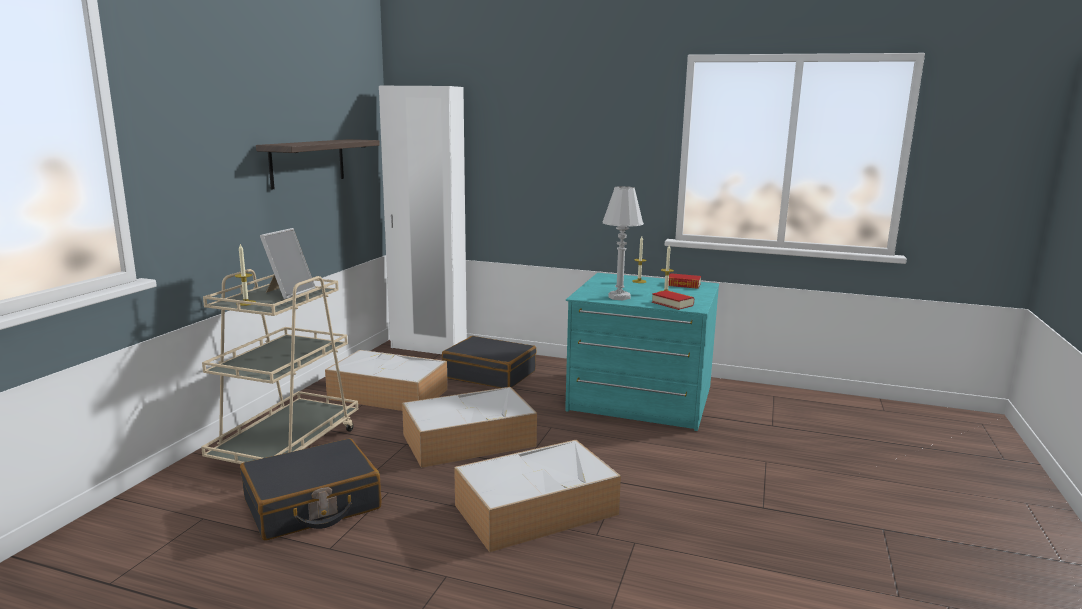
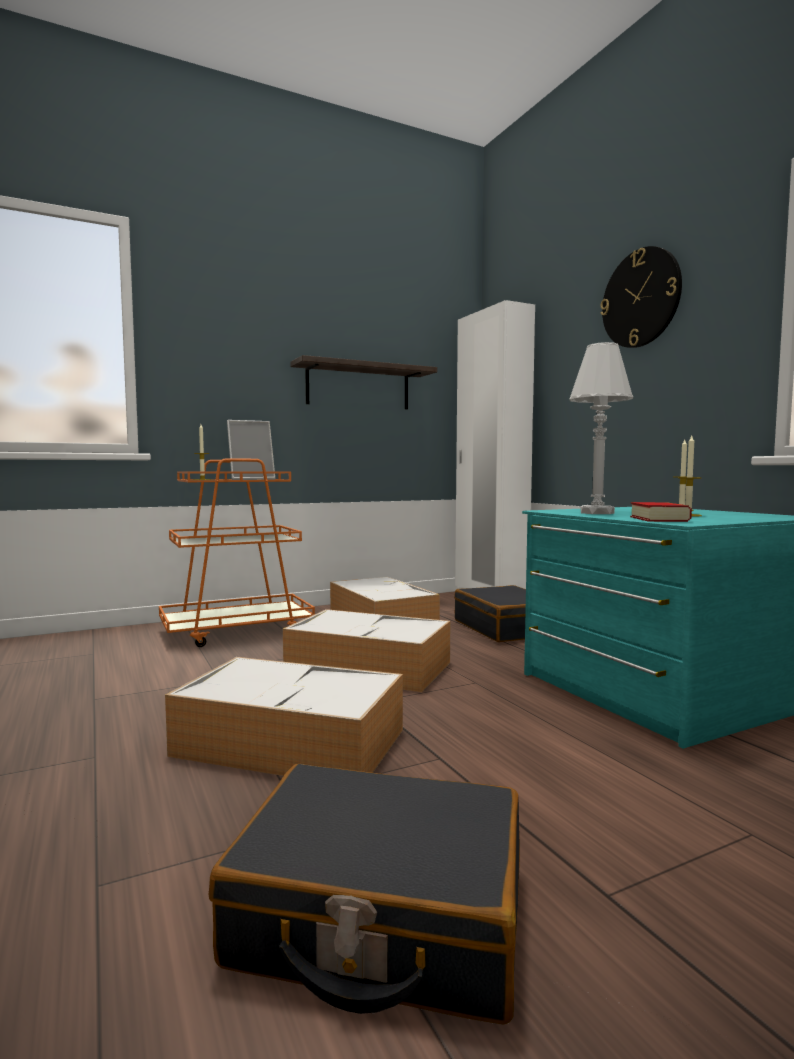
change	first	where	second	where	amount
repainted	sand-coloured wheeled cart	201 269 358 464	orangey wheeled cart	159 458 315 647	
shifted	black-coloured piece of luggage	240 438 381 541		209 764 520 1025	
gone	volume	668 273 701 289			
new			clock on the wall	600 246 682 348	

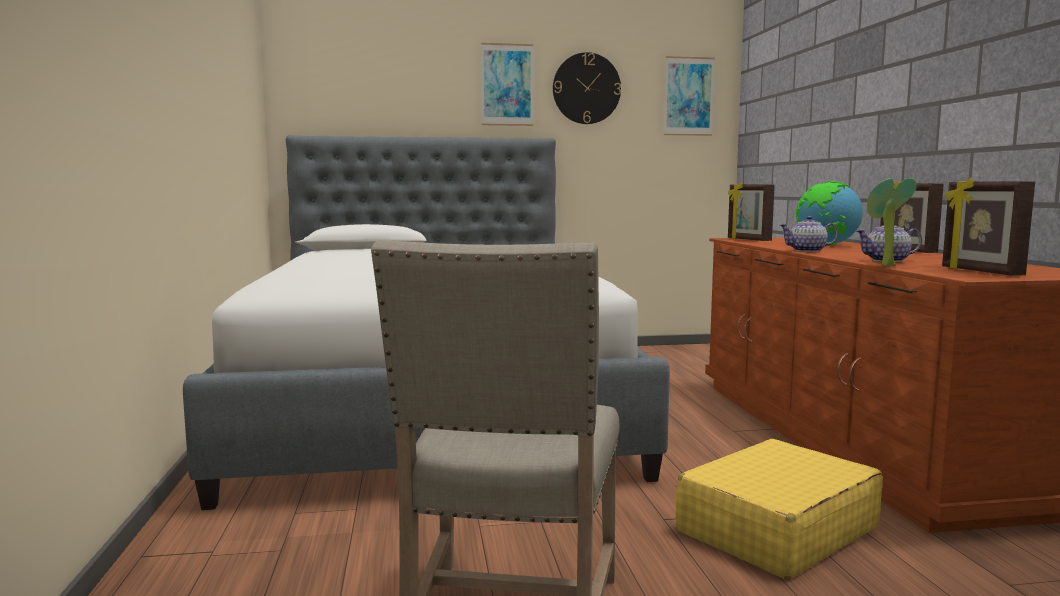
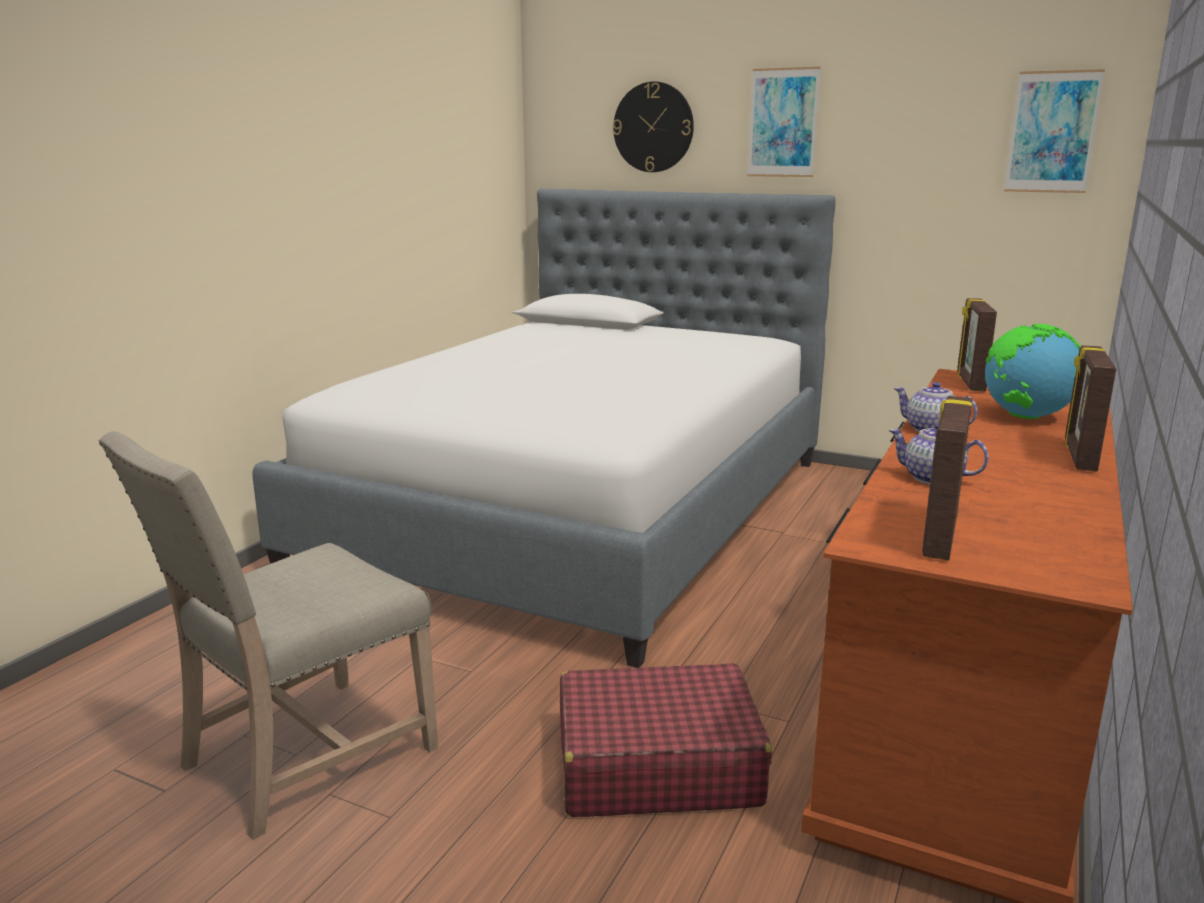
change	first	where	second	where	amount
shifted	clock on the wall	553 52 621 124		613 82 694 172	
repainted	yellowish piece of luggage	675 439 883 580	reddish piece of luggage	560 663 772 817	
gone	potted plant	867 178 917 266			

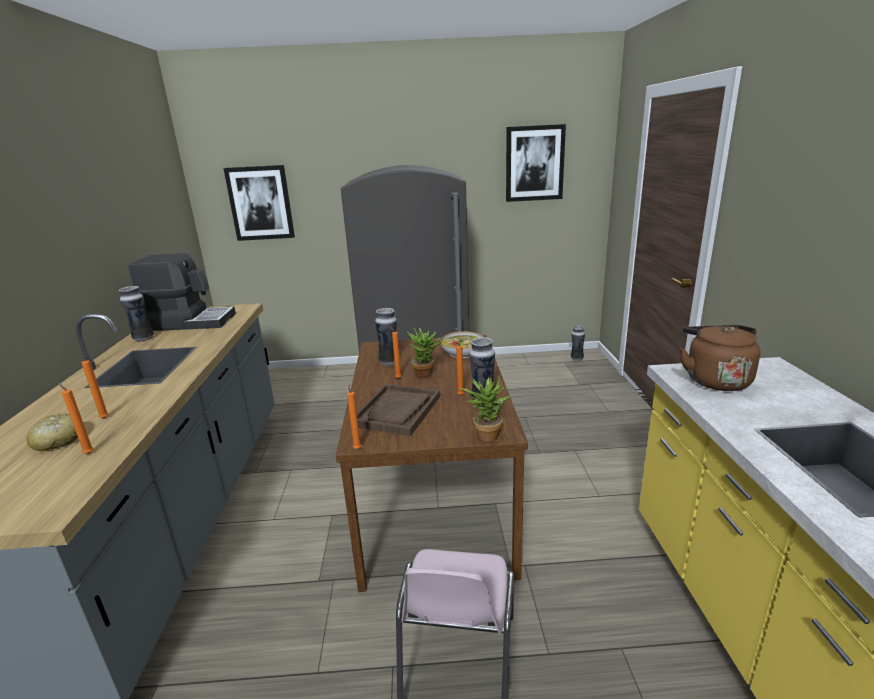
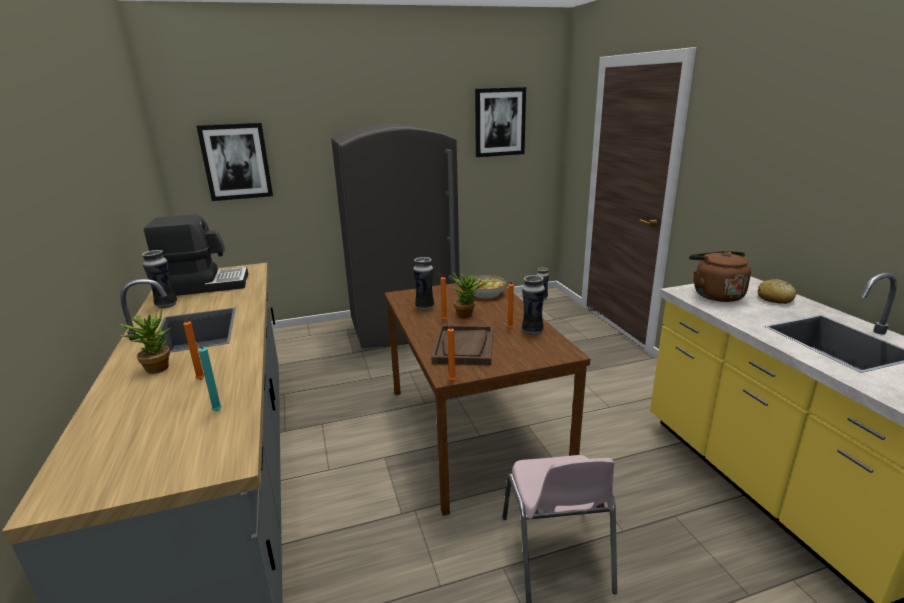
change	first	where	second	where	amount
shifted	bread	27 414 78 451		758 279 796 304	
repainted	orangey wax light	58 382 94 454	turquoise-coloured wax light	193 341 222 411	
shifted	potted plant	460 374 510 441		119 308 171 374	

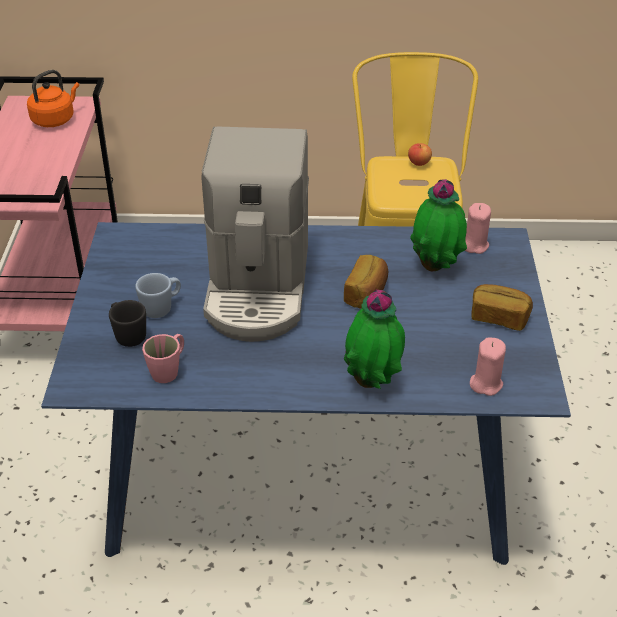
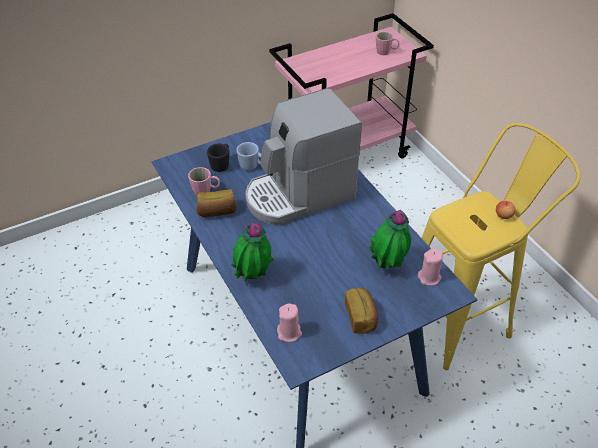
change	first	where	second	where	amount
swapped	orangey water kettle	27 70 79 127	pinkish tea mug	376 32 399 55	
shifted	bread	344 255 388 308		196 189 237 217	

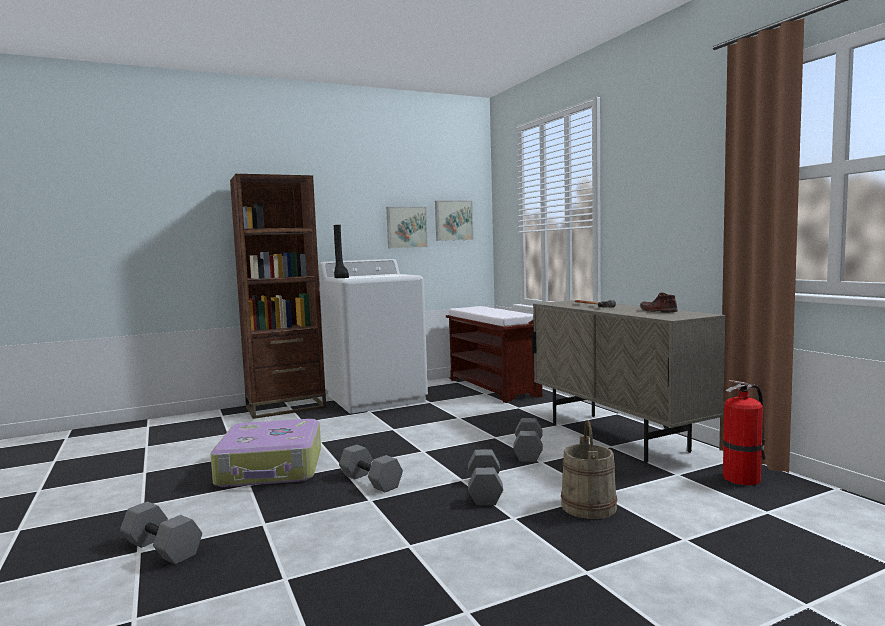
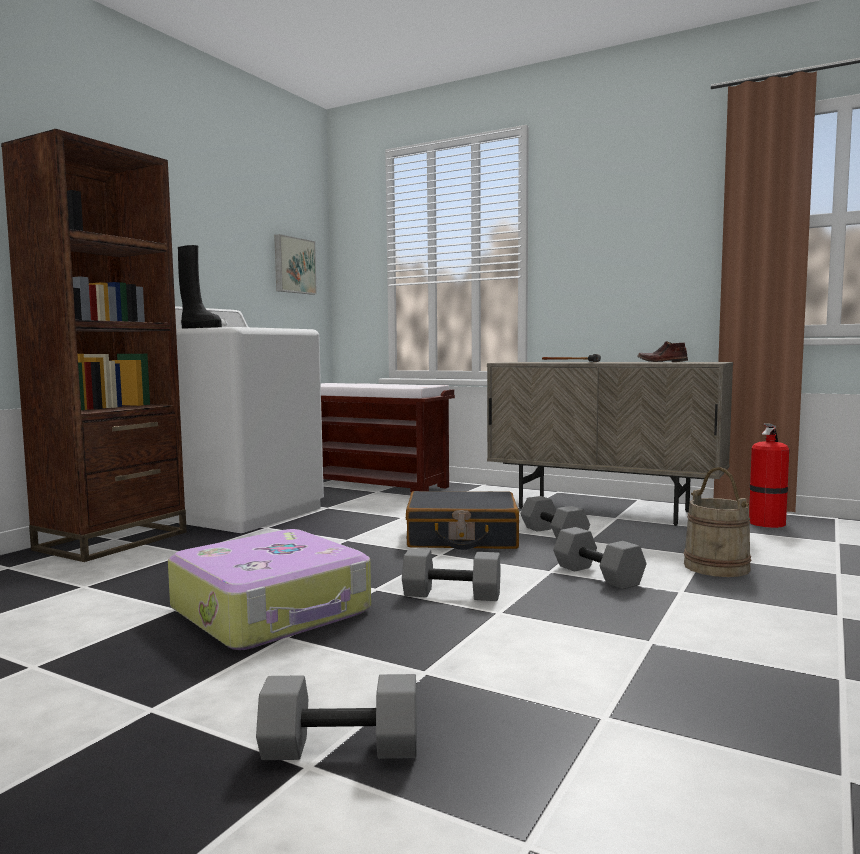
change	first	where	second	where	amount
gone	wall art	386 207 428 248			
new			black-coloured piece of luggage	406 491 519 550	

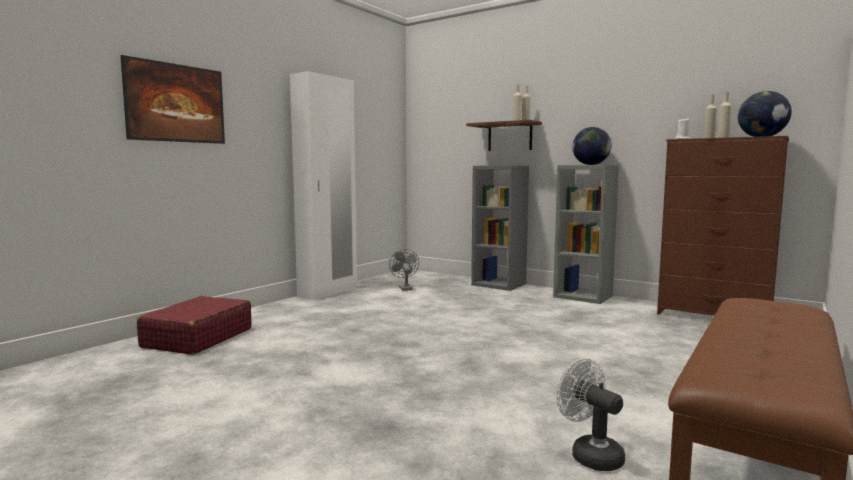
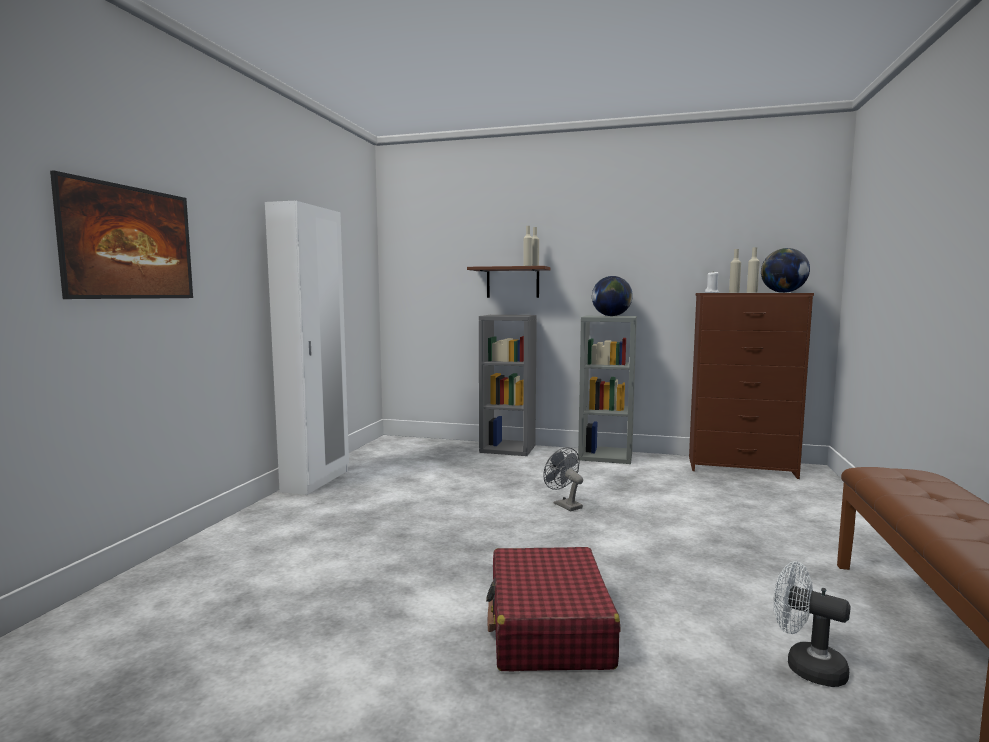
change	first	where	second	where	amount
shifted	reddish piece of luggage	137 296 252 355		486 547 620 671	
shifted	greyish cooling fan	389 249 419 291		544 447 583 511	

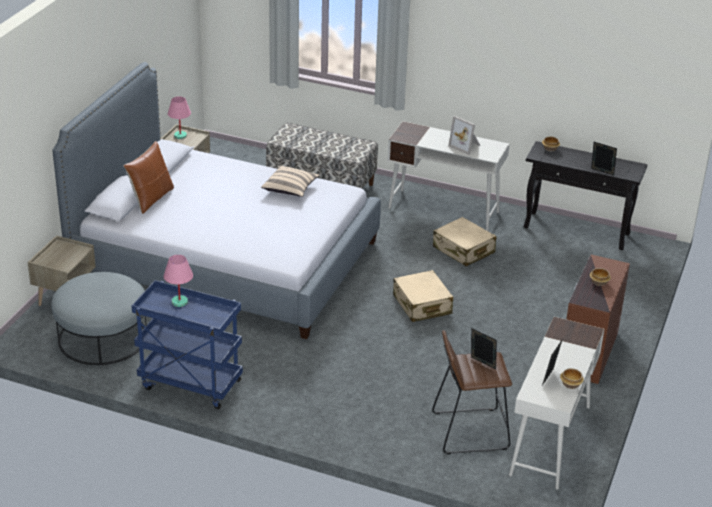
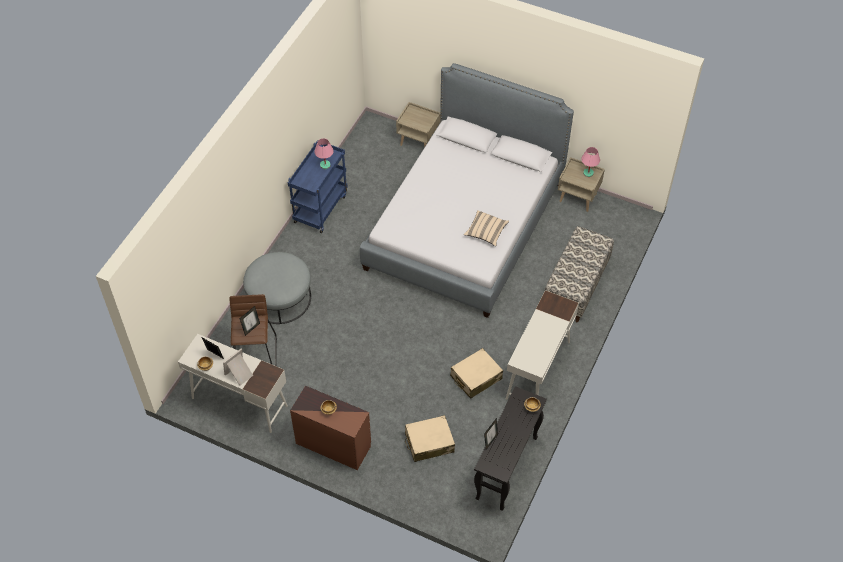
change	first	where	second	where	amount
shifted	greyish footrest	51 272 146 365		243 252 311 324	
gone	brownish throw pillow	124 141 174 214			
shifted	sand-coloured piece of luggage	393 270 453 322		405 415 455 462	
shifted	standing frame	448 116 481 155		223 349 253 386	

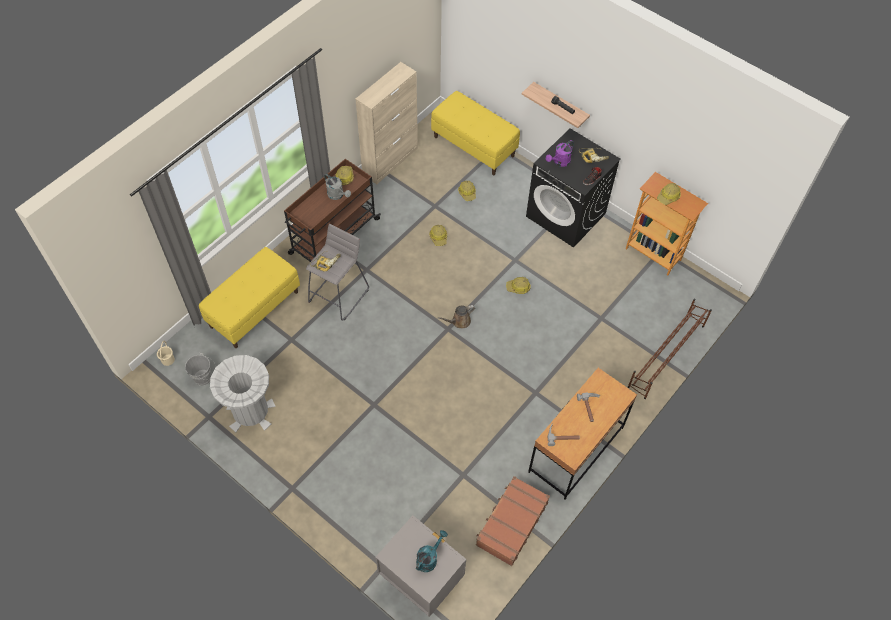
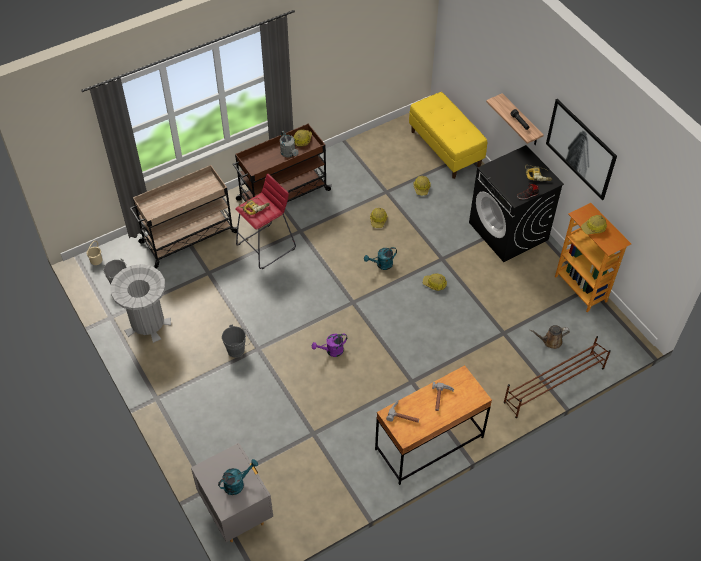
change	first	where	second	where	amount
swapped	yellowish indoor bench	199 247 300 348	sand-coloured wheeled cart	130 165 237 268	
repainted	greyish stool seat	306 224 369 321	reddish stool seat	235 174 296 269	
gone	sand-coloured cupboard	355 62 418 184			
shifted	brownish sprinkling can	437 305 475 328		530 325 570 349	
gone	brownish piece of luggage	476 476 550 566			
shifted	purple sprinkling can	546 140 574 167		312 333 347 357	
new			greyish pail	222 324 251 358	
new			turquoise-coloured sprinkling can	364 247 397 270	
new			wall art	546 99 617 200	

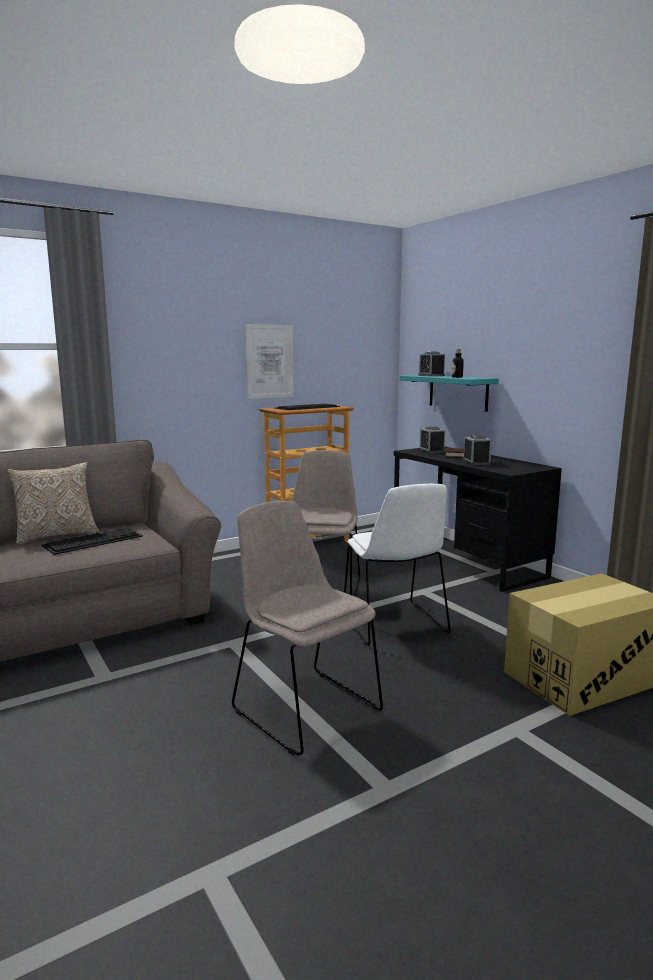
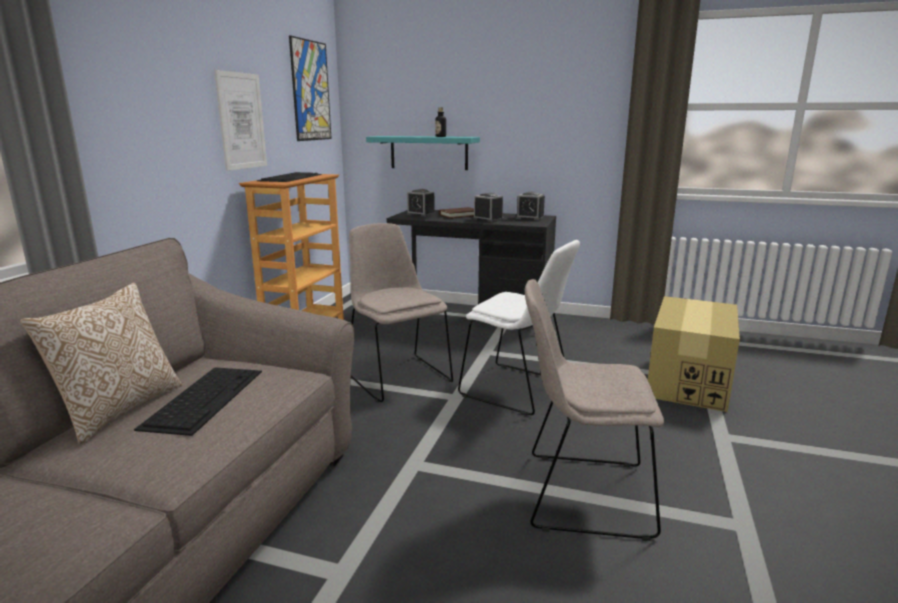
change	first	where	second	where	amount
shifted	alarm clock	418 352 445 376		515 192 545 221	
new			wall art	289 35 332 141	

